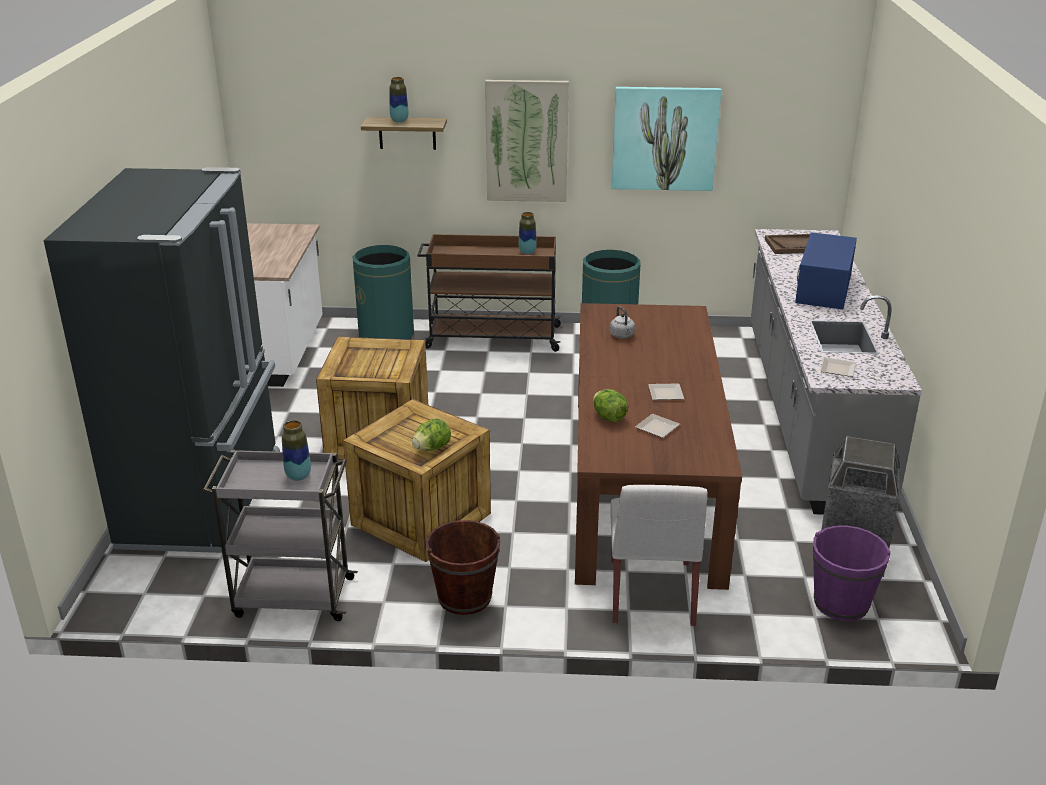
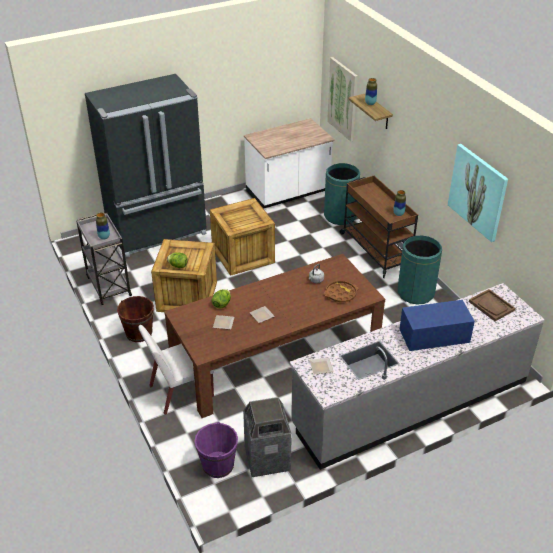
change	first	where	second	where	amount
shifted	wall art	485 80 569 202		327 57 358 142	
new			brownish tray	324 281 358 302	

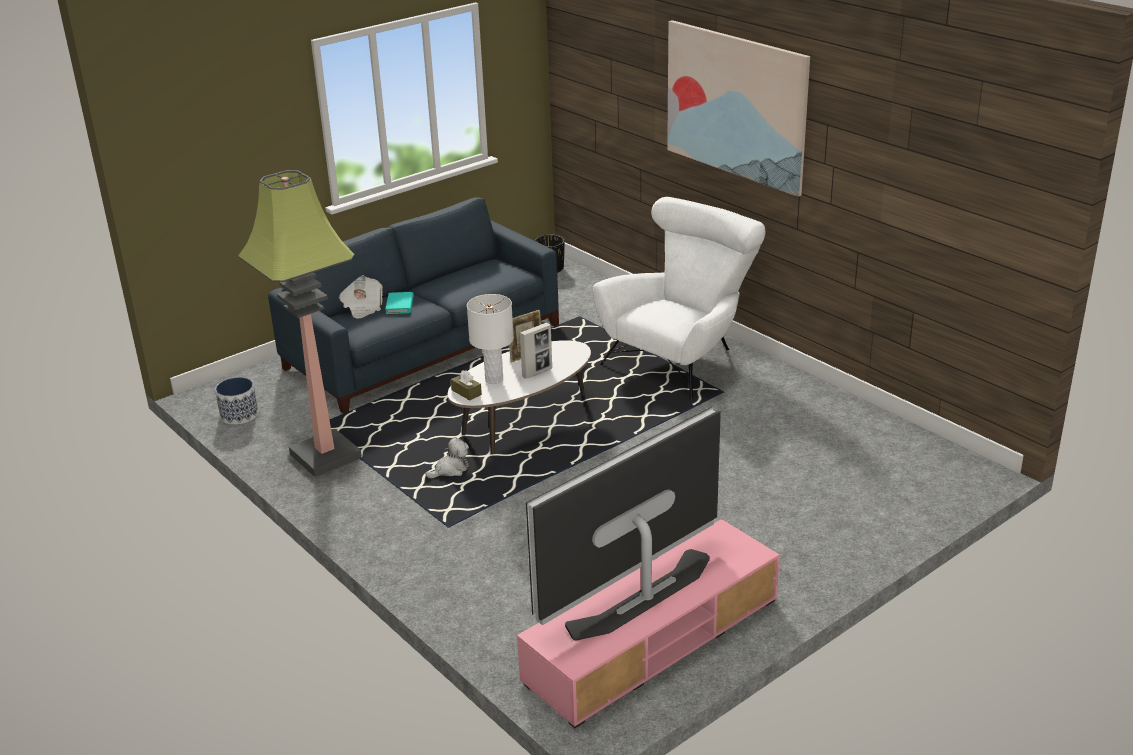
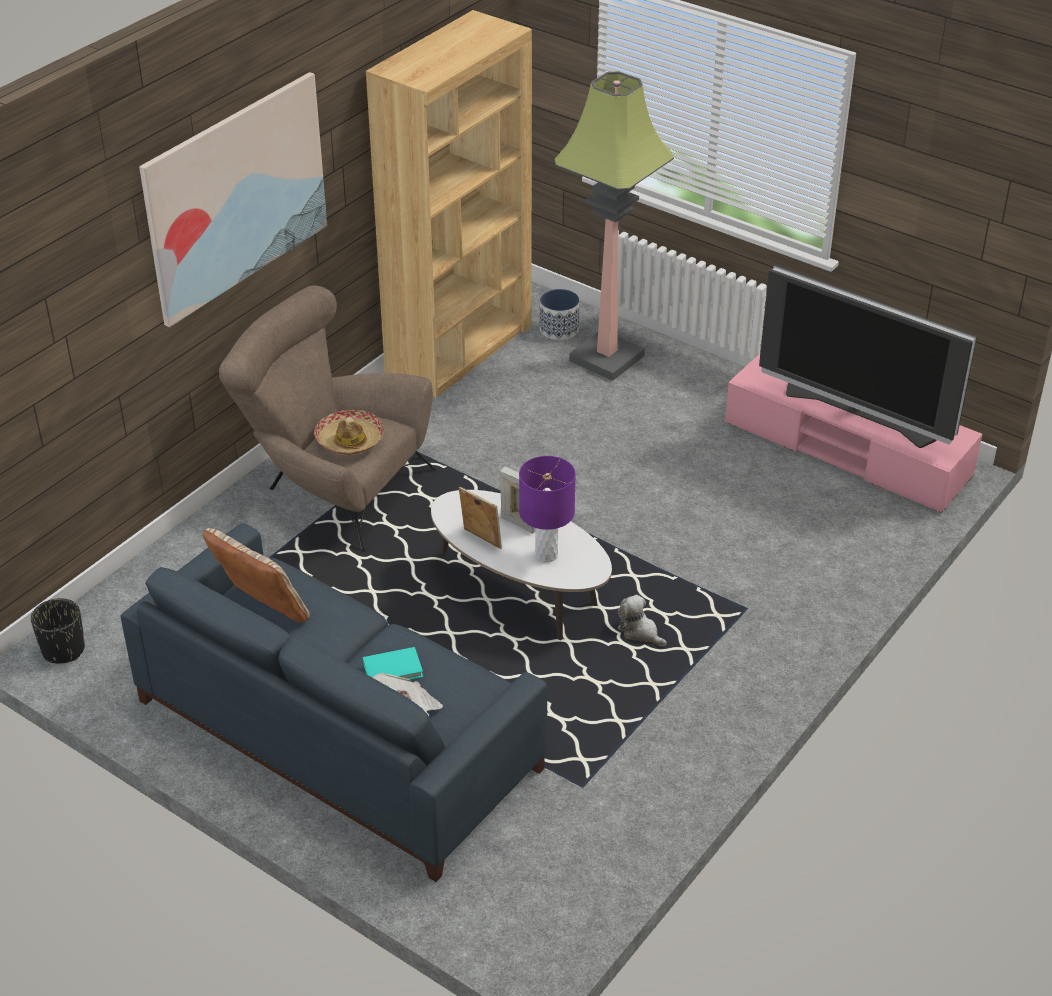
change	first	where	second	where	amount
shifted	plant pot	215 377 258 425		540 289 580 340	
shifted	standard lamp	238 170 362 477		554 71 674 381	
gone	brownish box of tissues	451 370 482 400			
repainted	white table lamp	467 294 514 384	purple table lamp	519 456 576 563	
repainted	white armchair	593 197 765 401	brownish armchair	219 285 437 552	
new			sand-coloured throw pillow	203 528 310 623	
new			wearable hat	314 410 384 455	
new			brownish shelving unit	366 10 532 398	

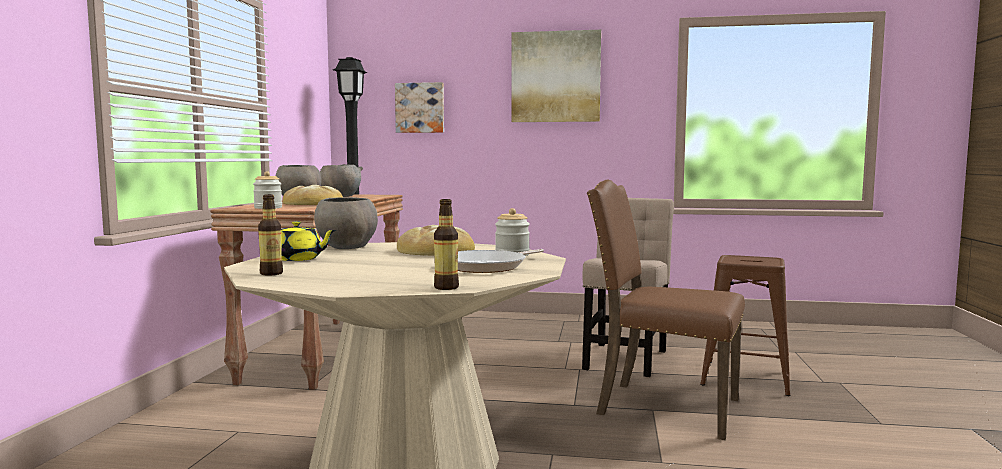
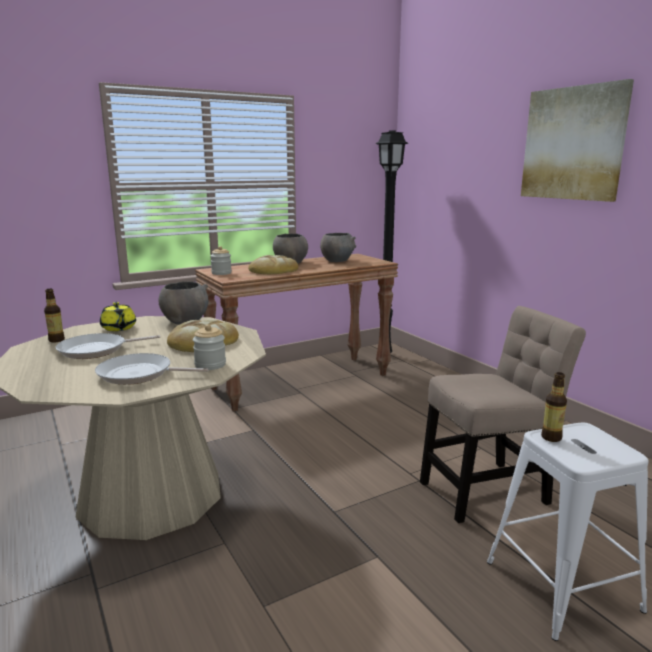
change	first	where	second	where	amount
gone	wall art	395 82 444 133			
shifted	beverage bottle	434 199 459 290		541 372 567 442	
gone	brownish upright chair	587 180 745 440			
repainted	brownish stool seat	700 255 790 396	white stool seat	487 423 649 641	
new			pan	56 333 160 359	

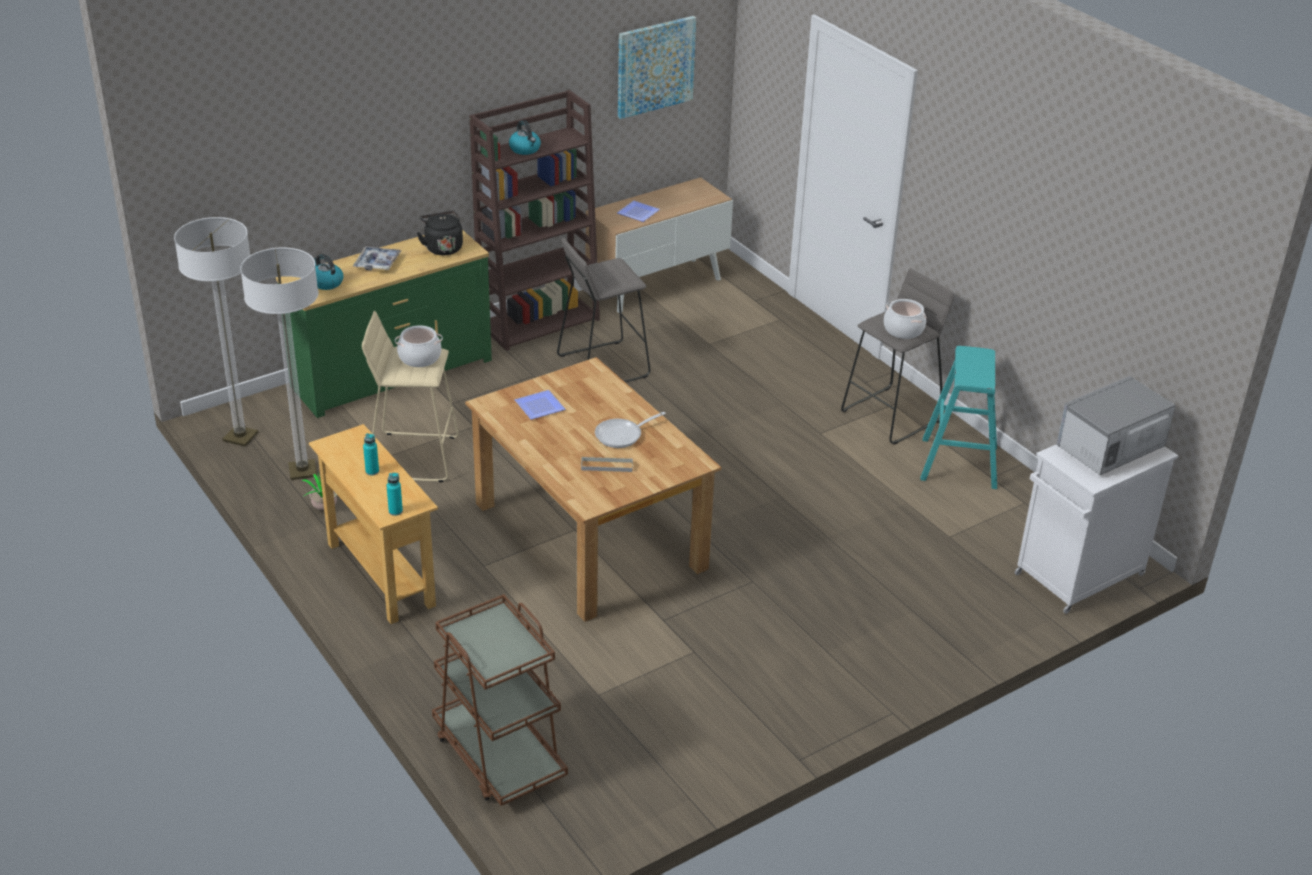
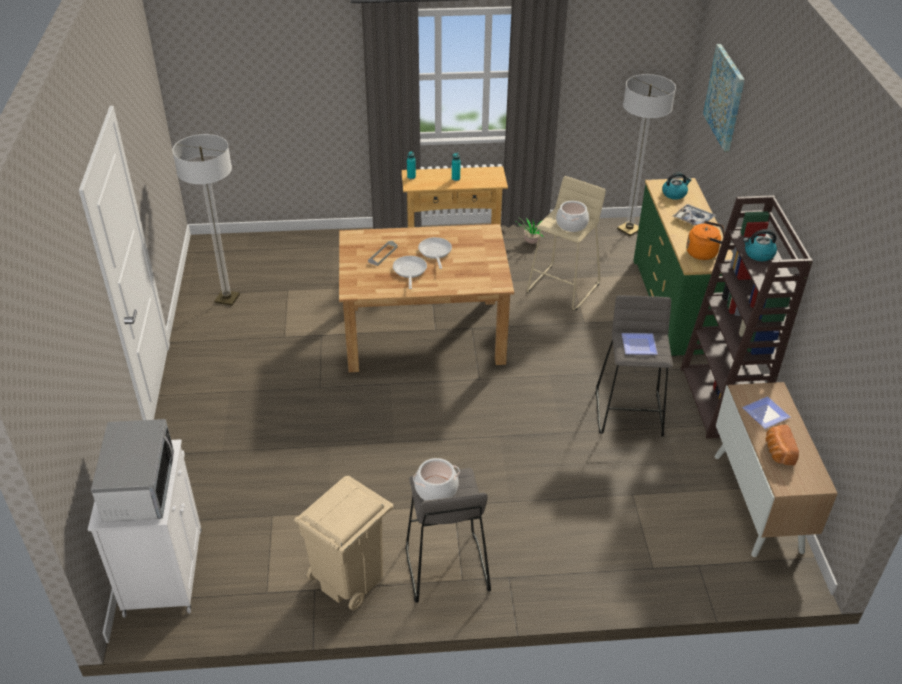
change	first	where	second	where	amount
shifted	standard lamp	240 247 319 480		172 134 240 306	
repainted	black-coloured water kettle	417 211 463 255	orangey water kettle	686 221 725 260	
gone	brownish wheeled cart	432 594 568 806			
shifted	flat dish	514 390 565 420		622 333 658 355	
shifted	wall art	618 16 696 119		703 44 745 152	
swapped	turquoise-coloured stool seat	920 346 997 489	sand-coloured rubbish bin	294 476 393 611	
new			pan	418 237 452 269	
new			bread	766 425 799 465	

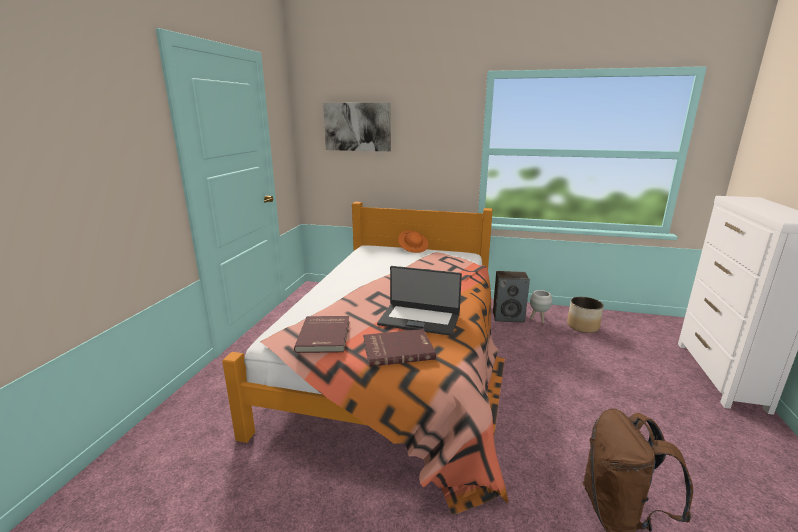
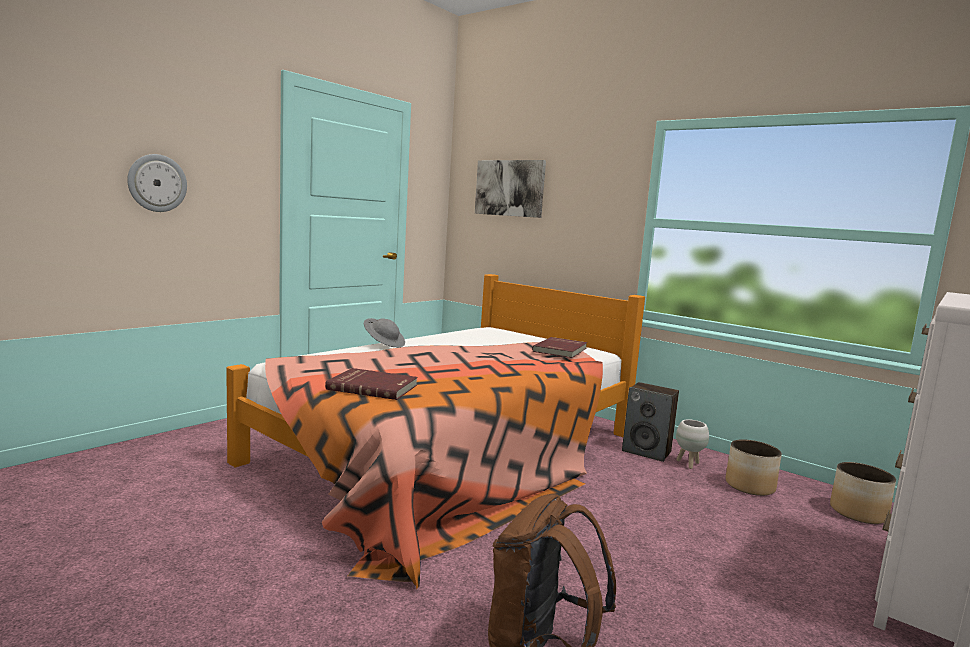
change	first	where	second	where	amount
shifted	reddish volume	294 316 349 353		532 337 587 358	
gone	laptop	377 266 462 336			
gone	orangey wearable hat	398 230 428 253			
new			clock on the wall	127 154 187 212	
new			greyish wearable hat	364 318 405 347	
new			plant pot	830 462 896 524	

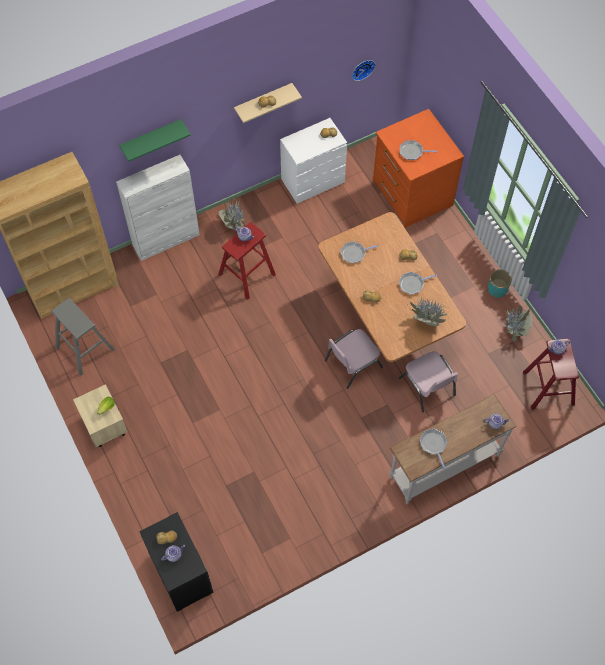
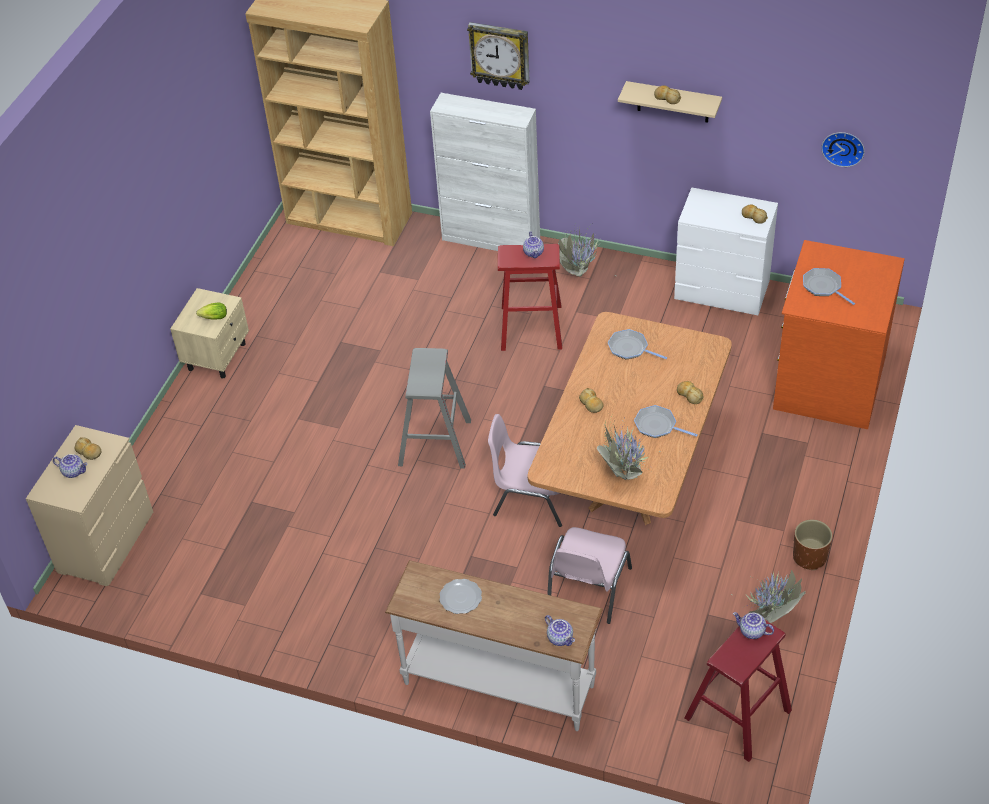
change	first	where	second	where	amount
shifted	greyish stool seat	51 298 115 376		398 348 471 469	
swapped	green shelf	119 119 191 162	clock on the wall	467 22 530 90	
repainted	black-coloured chest of drawers	139 512 213 612	sand-coloured chest of drawers	26 425 153 586	
swapped	pan	420 428 447 468	flat dish	440 579 482 614	
repainted	turquoise-coloured plant pot	488 269 512 298	brownish plant pot	793 519 833 570	

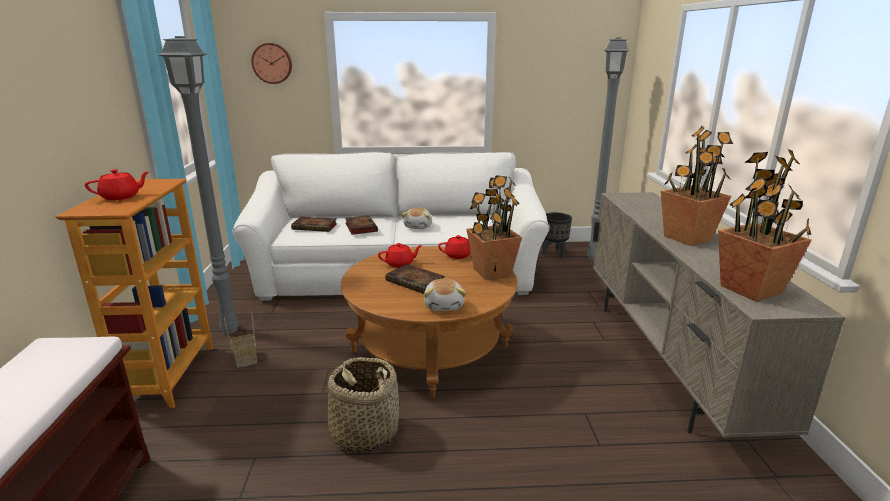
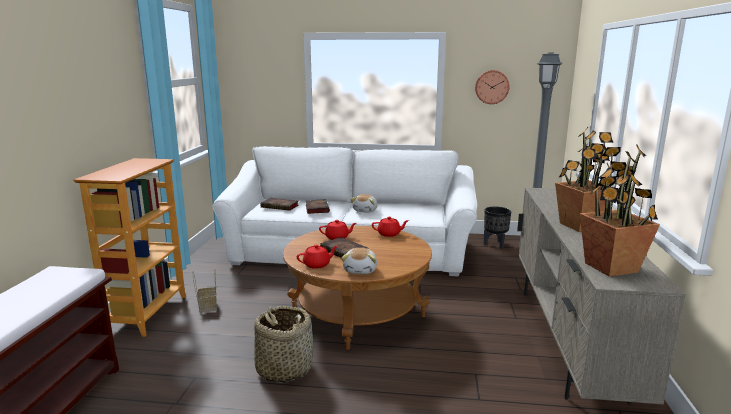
change	first	where	second	where	amount
shifted	reddish pot for tea	85 169 150 200		297 245 338 269	
gone	greyish standard lamp	158 36 239 334			
shifted	clock on the wall	251 43 292 84		475 70 509 104	
gone	potted plant	466 175 522 280			

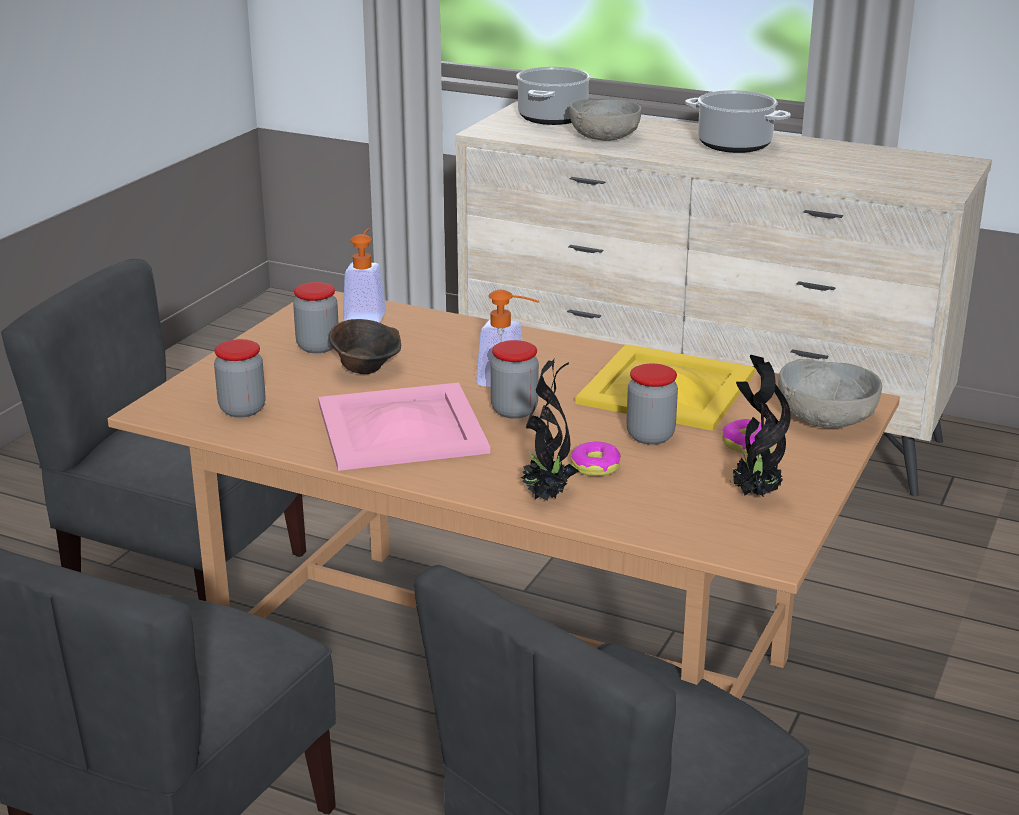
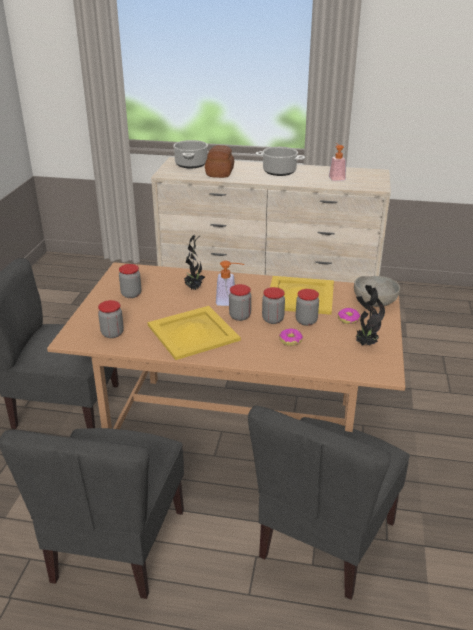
change	first	where	second	where	amount
repainted	pinkish tray	318 383 490 471	yellowish tray	147 306 241 360	
gone	brownish bowl	329 319 401 374			
shifted	soap bottle	343 228 386 323		329 143 346 181	
shifted	potted plant	520 359 579 500		184 235 205 290	
swapped	greyish bowl	569 99 642 141	bread	205 145 234 178	
new			storage jar	262 287 285 324	

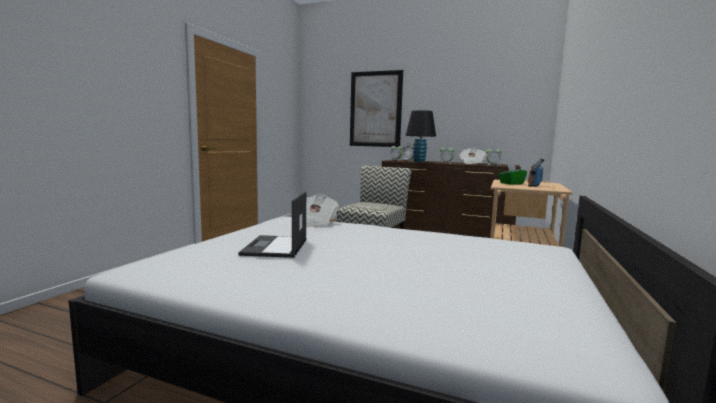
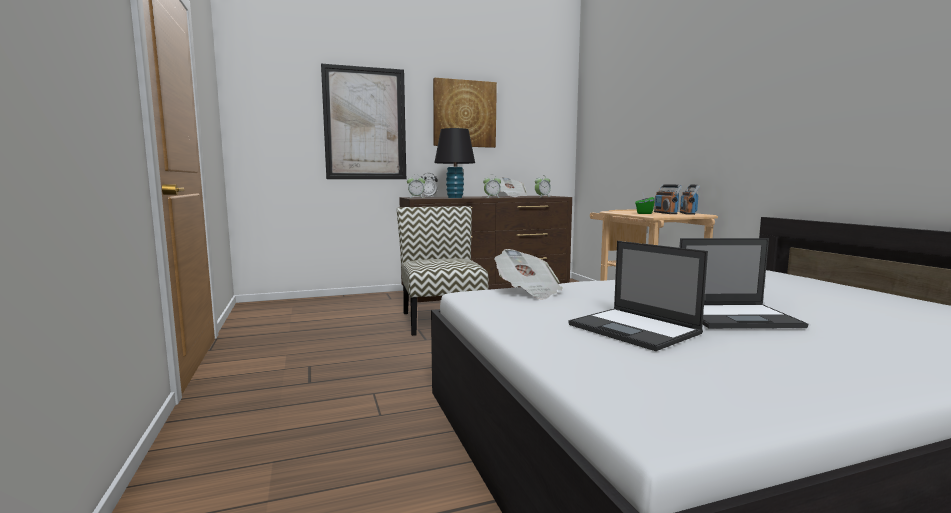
change	first	where	second	where	amount
new			wall art	433 78 497 148	
new			laptop	679 238 808 329	
new			radio	680 185 700 215	

